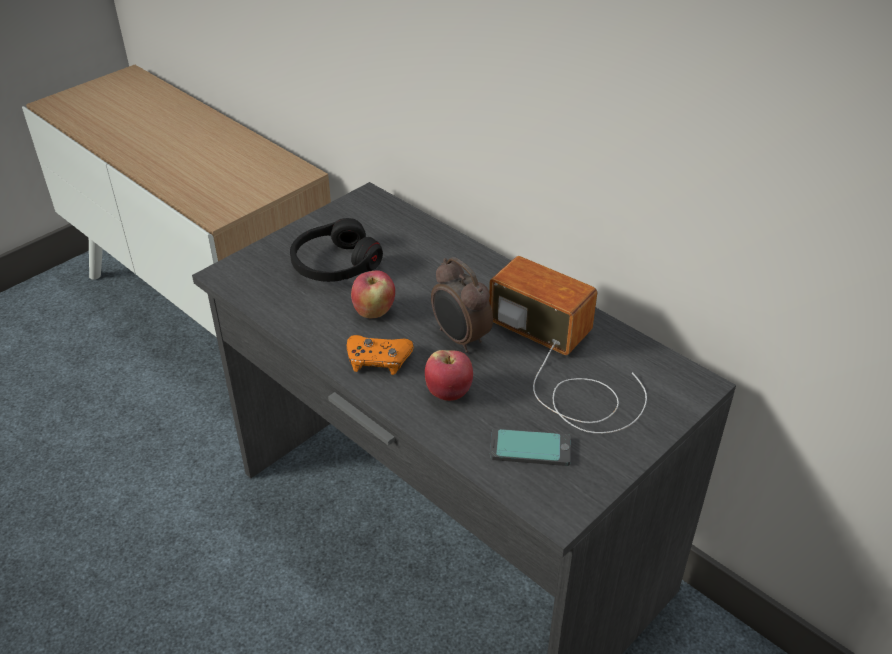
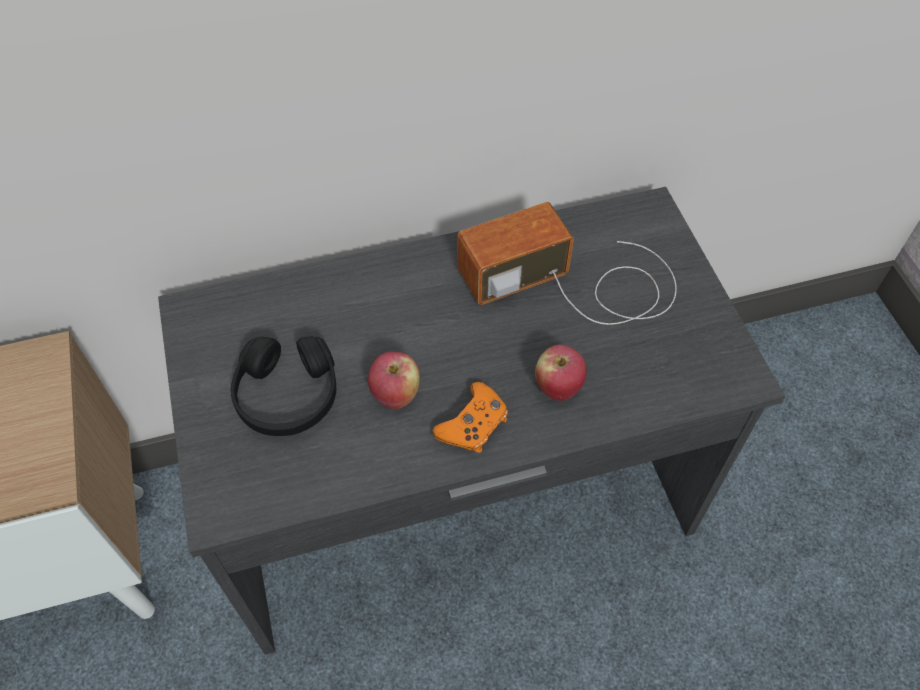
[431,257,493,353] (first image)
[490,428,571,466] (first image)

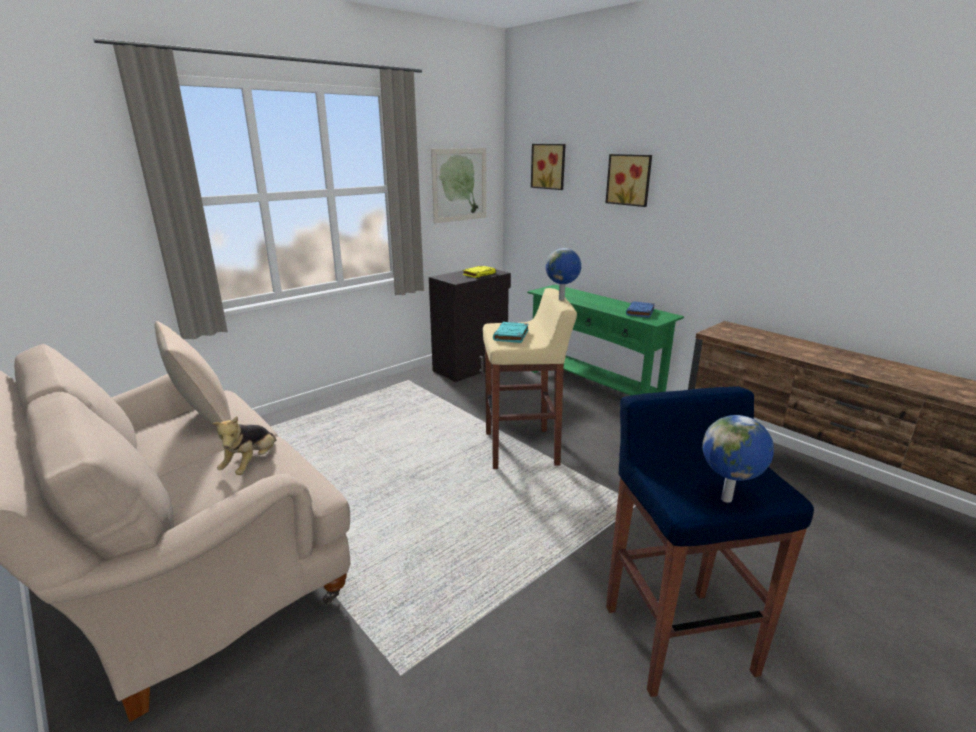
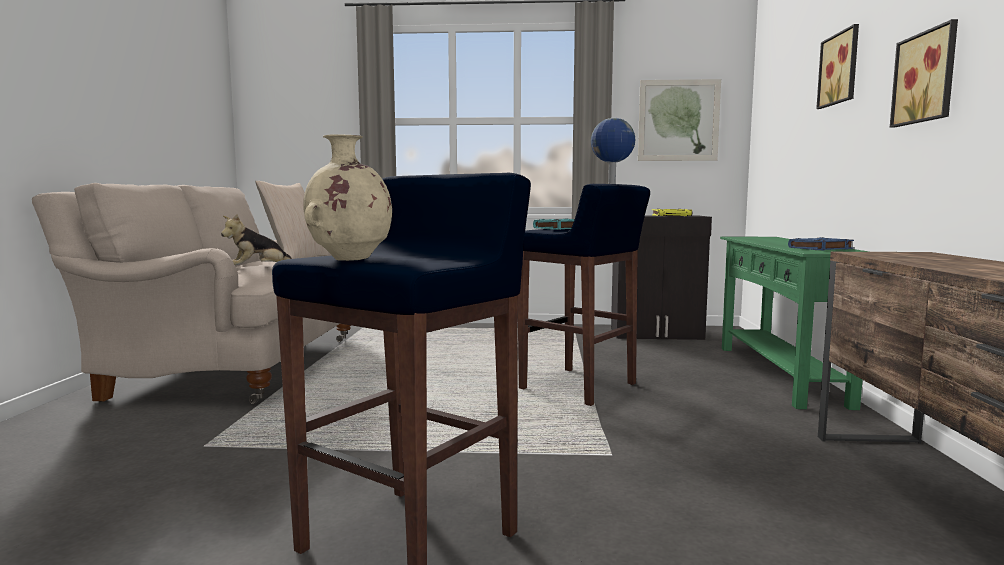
[890,19,958,128]
[303,134,392,261]
[518,184,650,406]

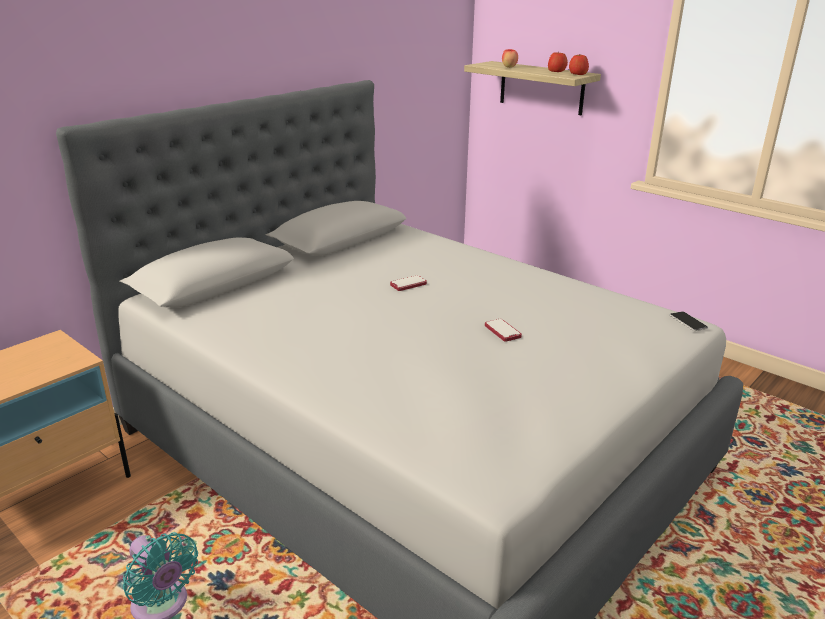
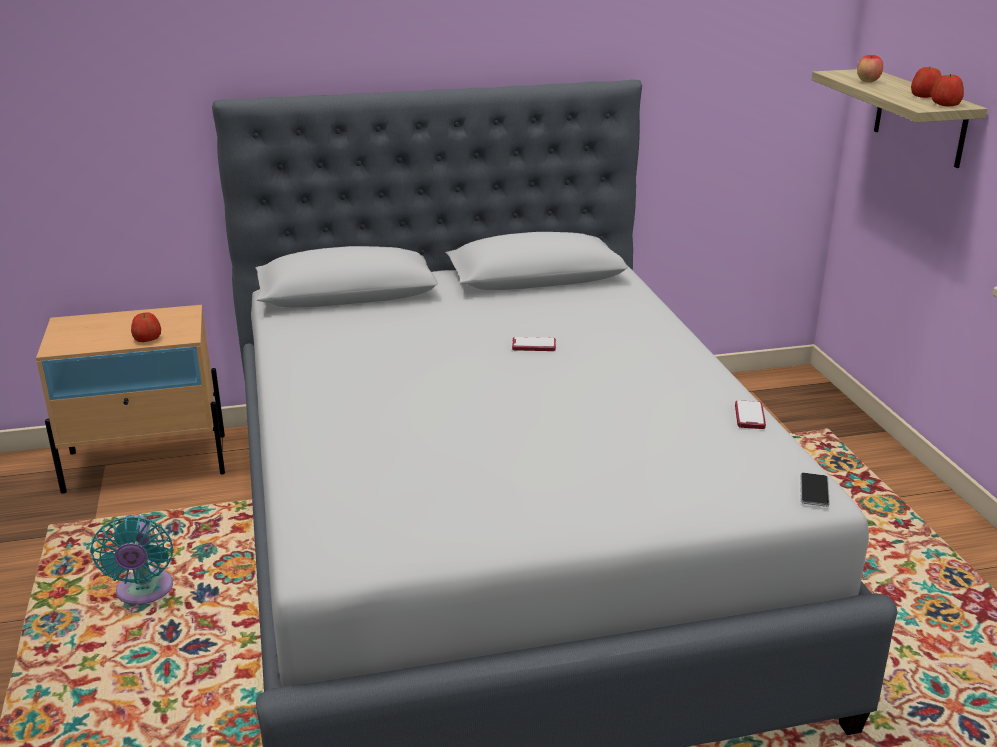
[131,312,161,342]
[735,400,766,429]

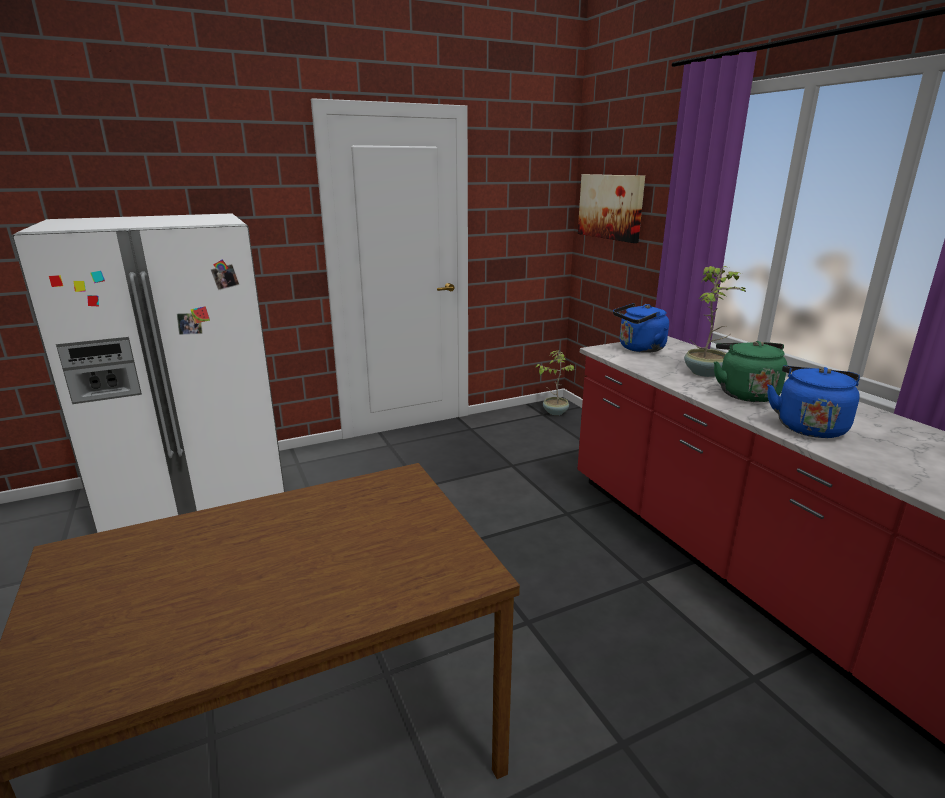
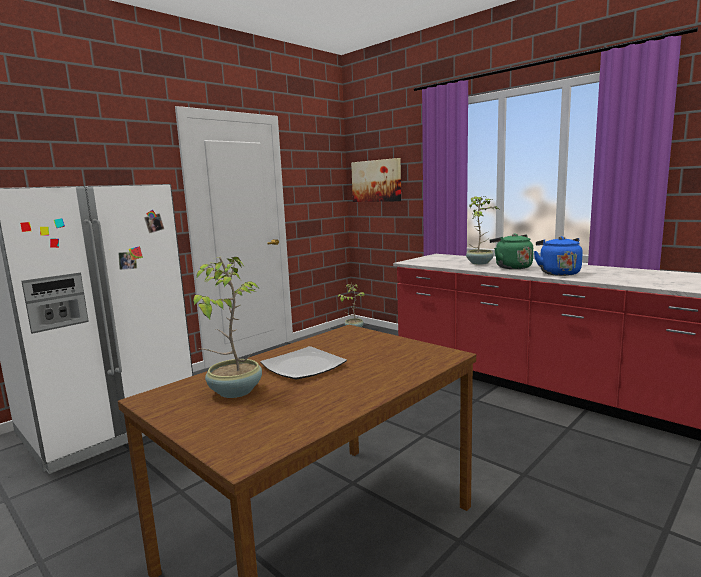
[613,303,669,353] (first image)
[193,257,262,398]
[260,346,347,379]

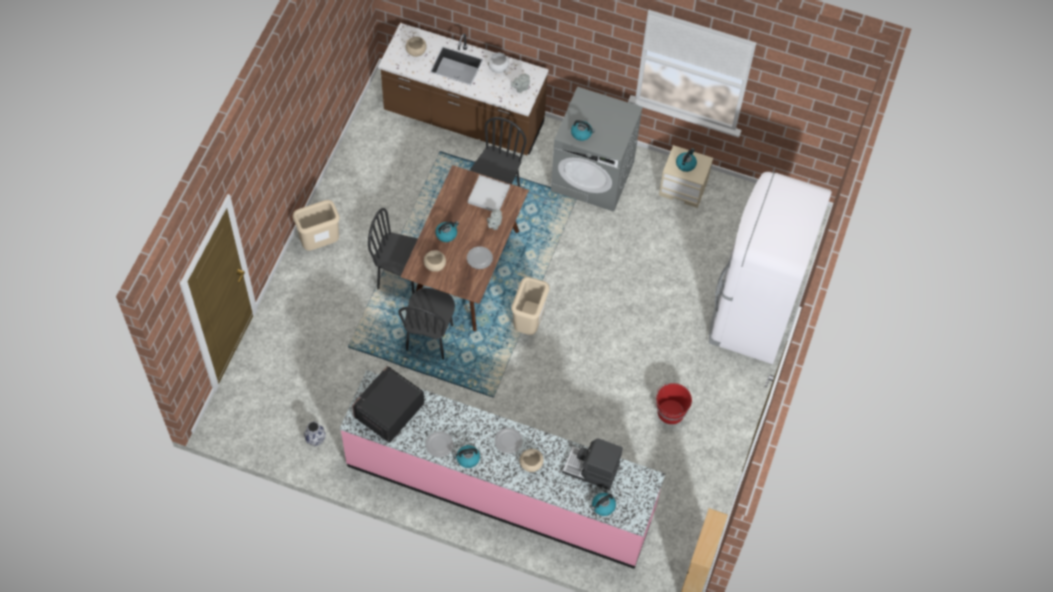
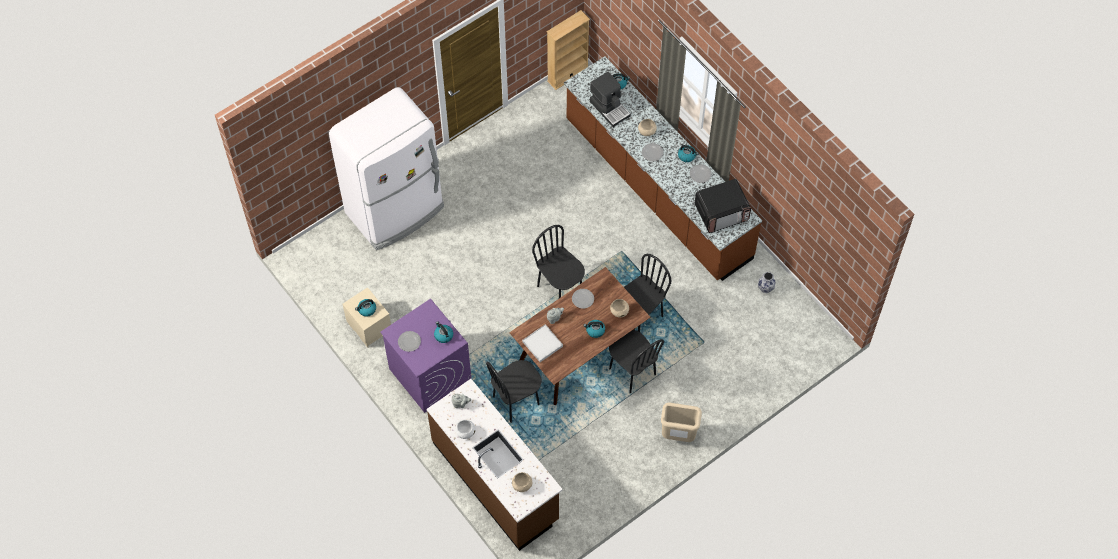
[655,383,692,424] (first image)
[398,331,421,352]
[532,225,585,298]
[564,56,762,281]
[380,299,471,413]

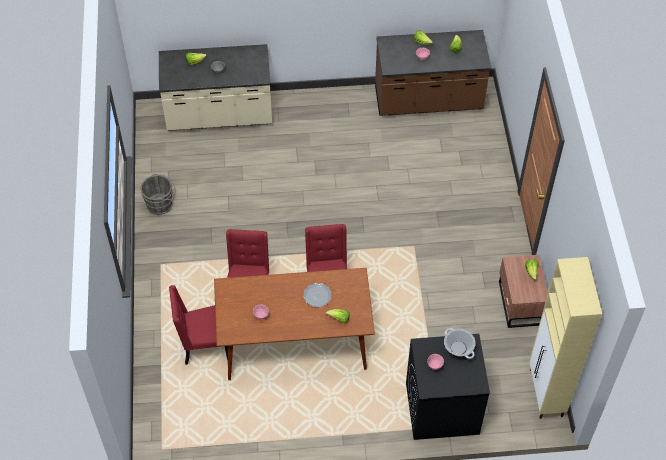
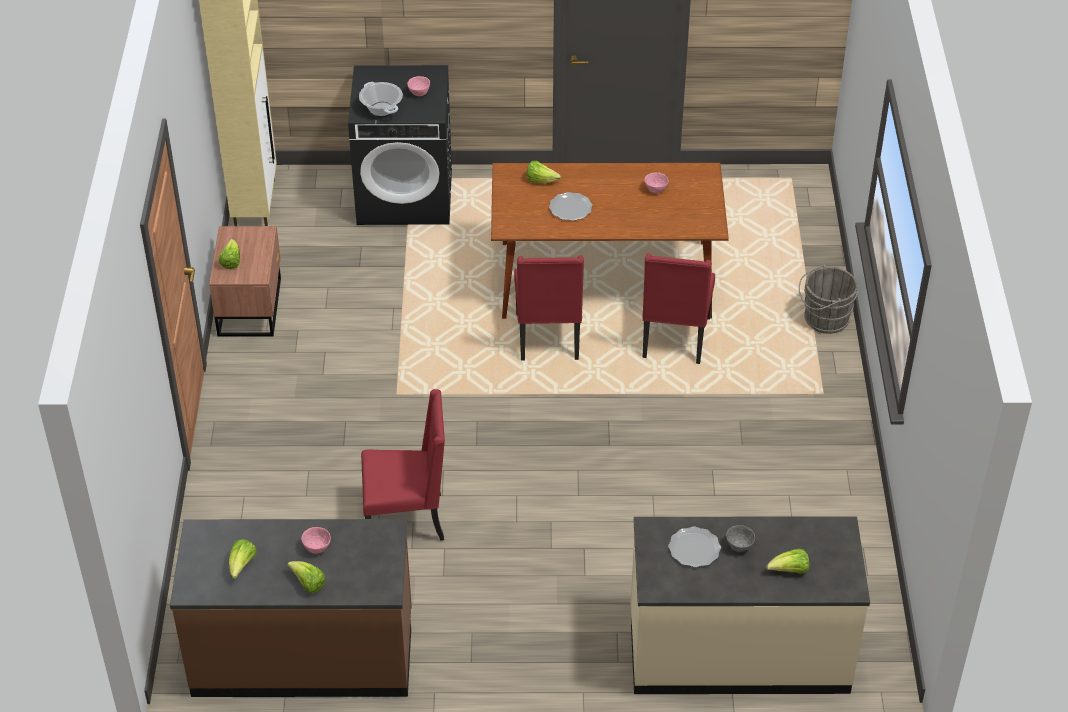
[668,527,721,568]
[799,265,858,334]
[361,389,445,541]

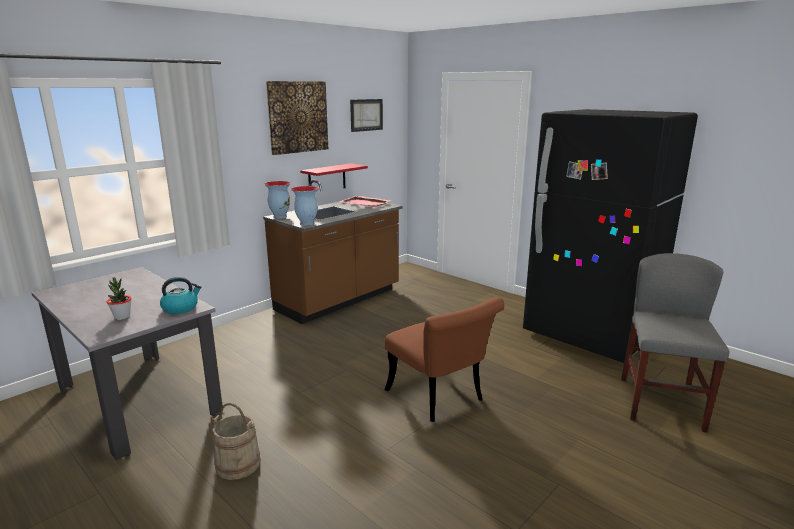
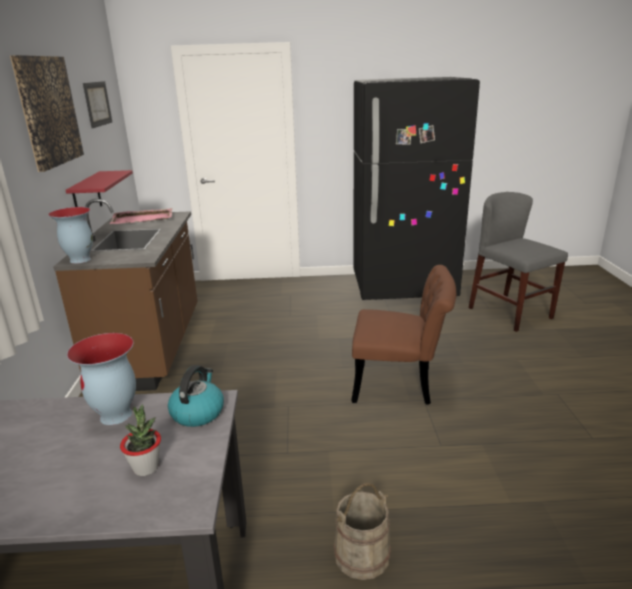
[67,333,136,425]

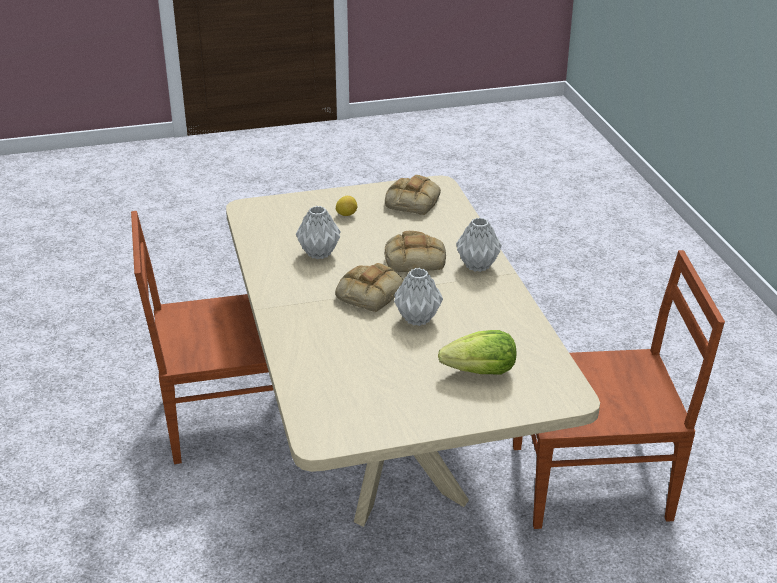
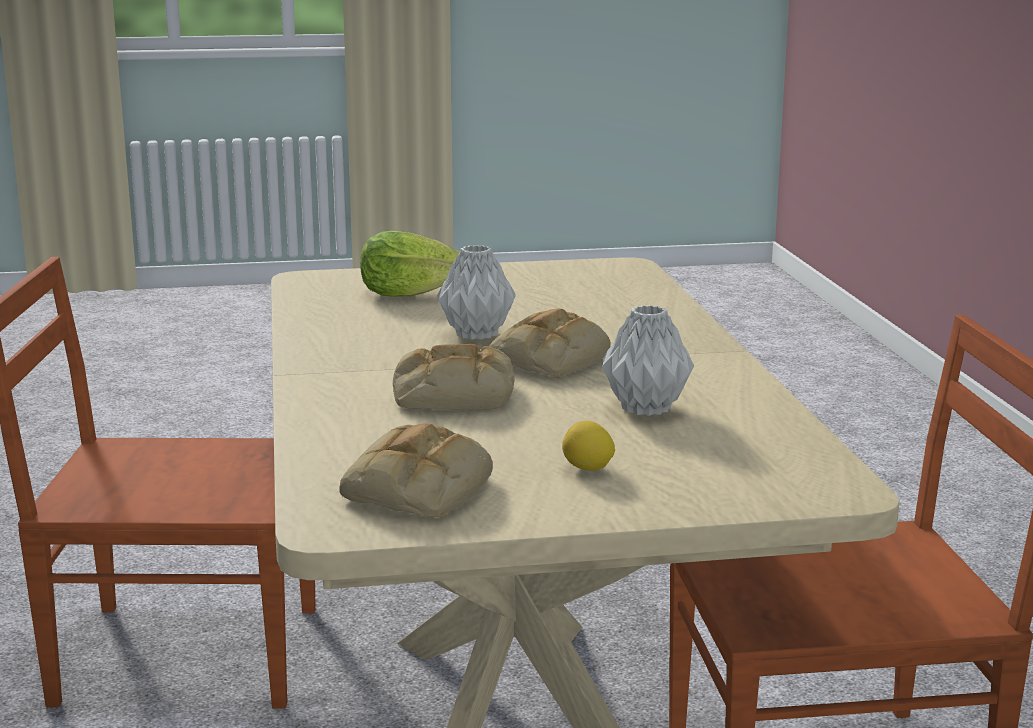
[456,218,502,272] (first image)

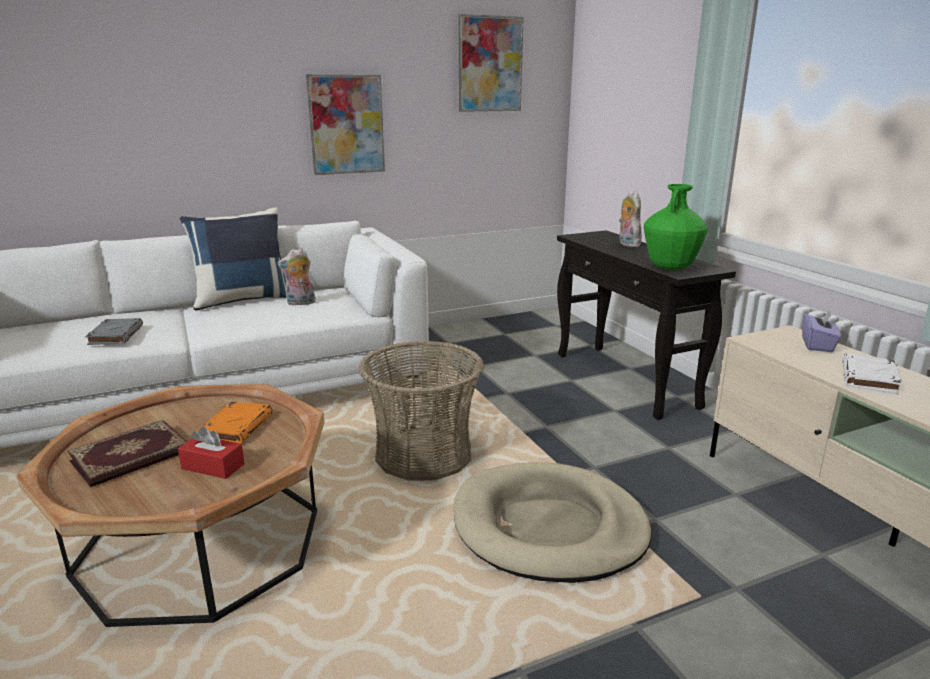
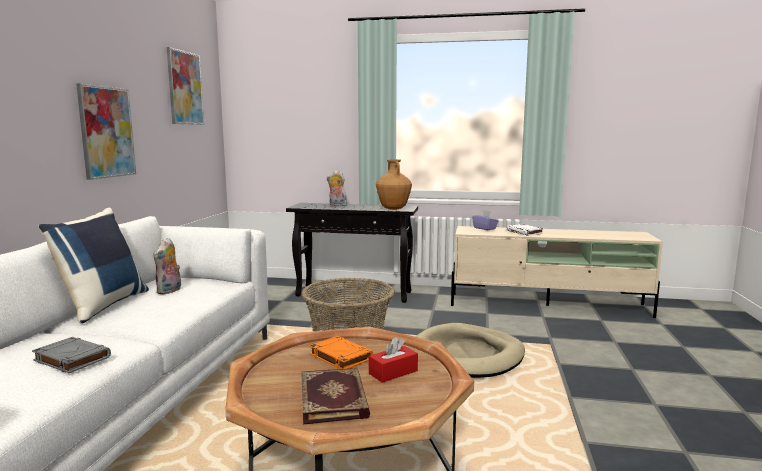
[376,159,412,210]

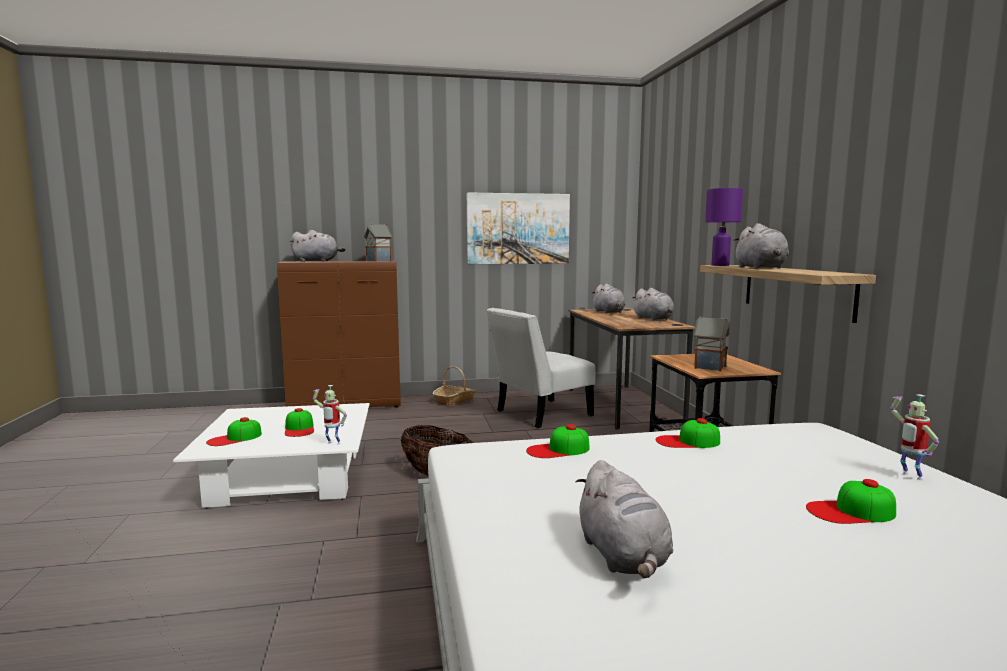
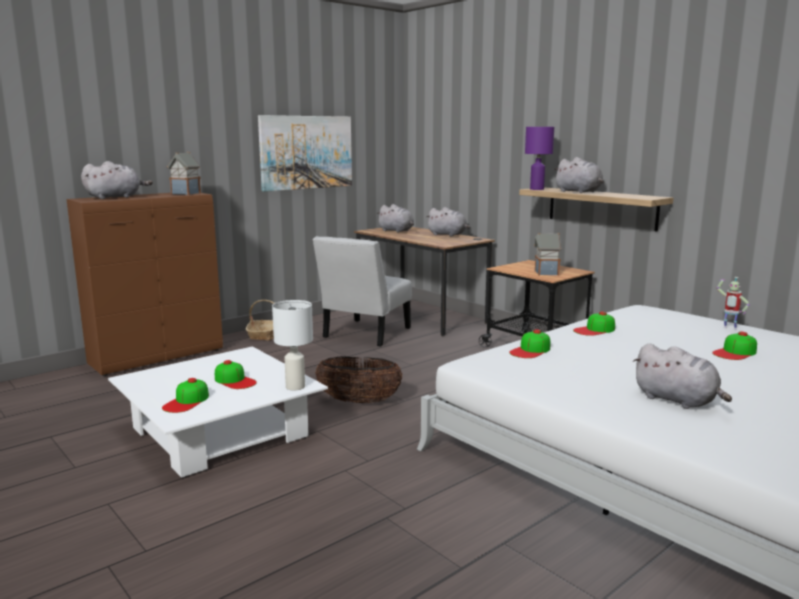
[272,300,313,390]

